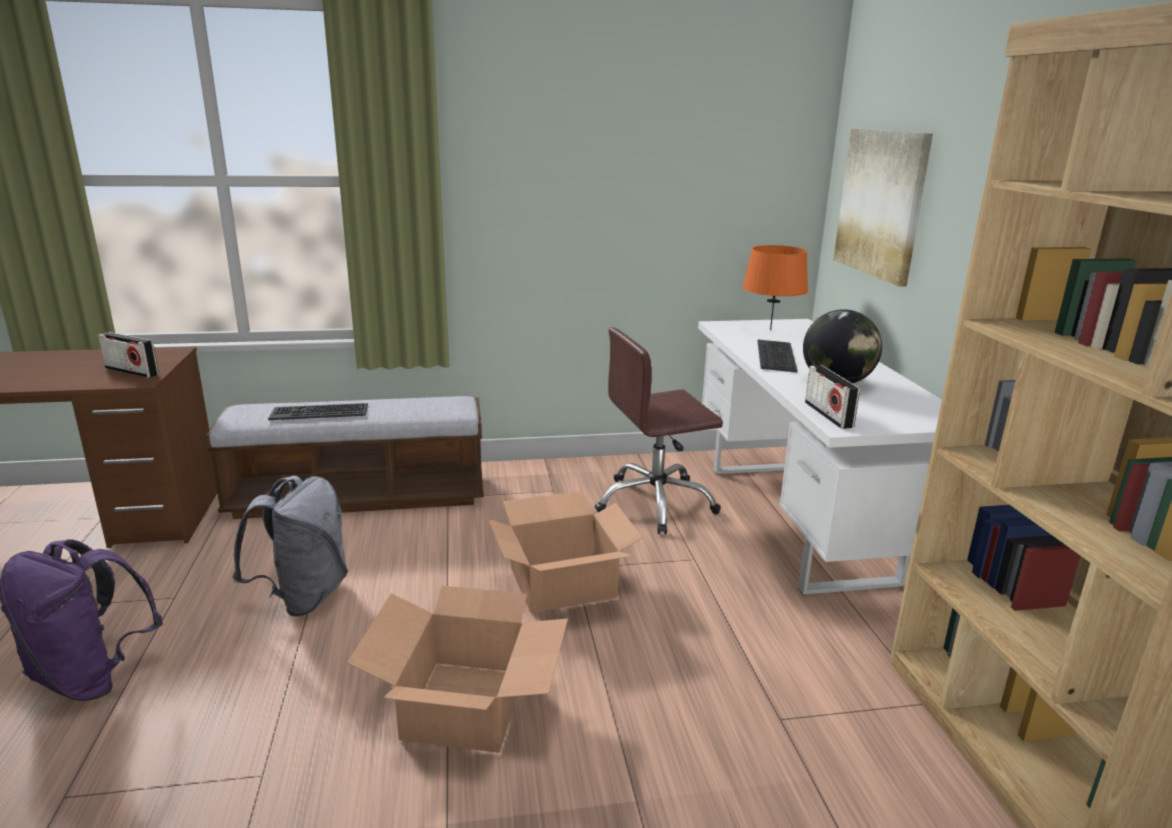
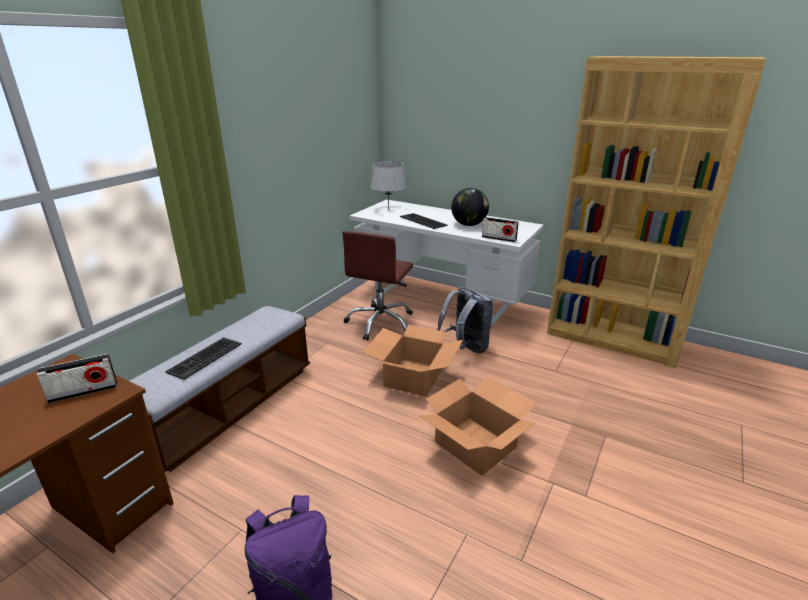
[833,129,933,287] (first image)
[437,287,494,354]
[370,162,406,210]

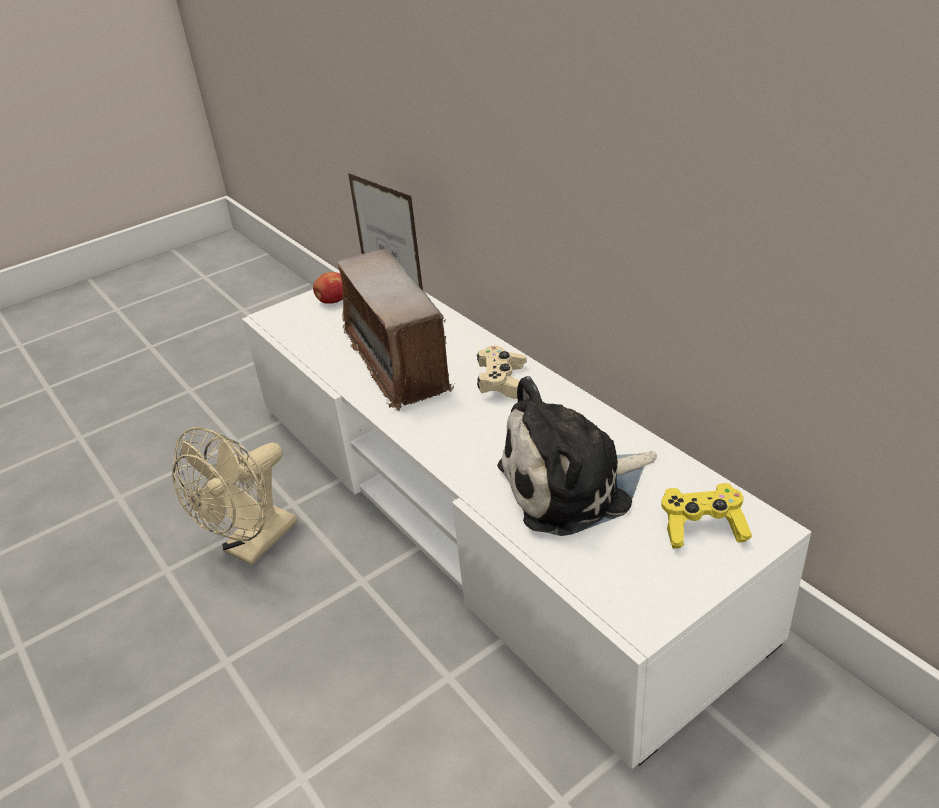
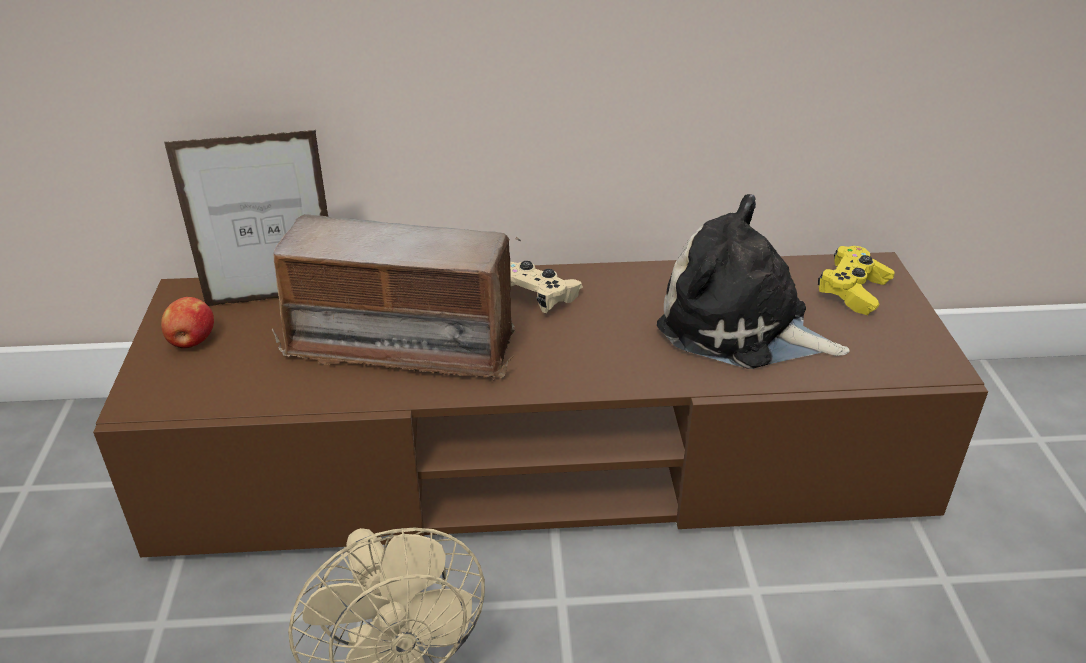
[93,252,988,557]
[657,194,850,369]

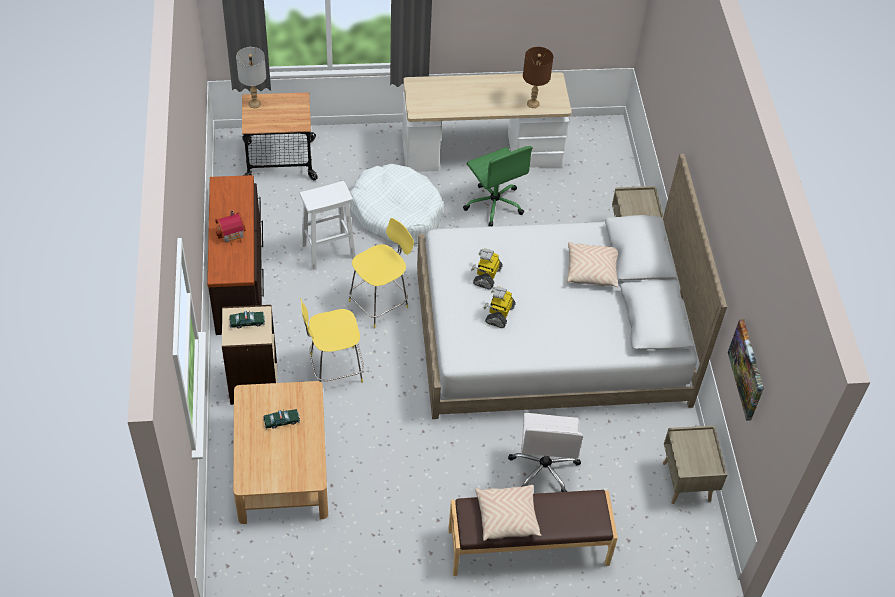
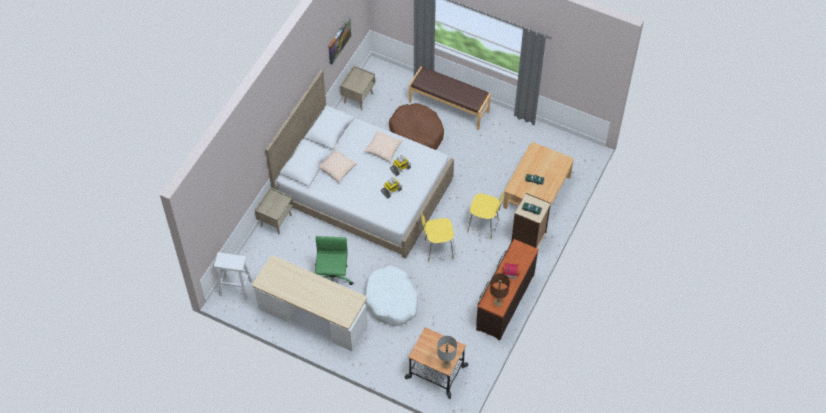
[214,252,252,300]
[364,130,403,162]
[490,273,510,306]
[389,103,444,150]

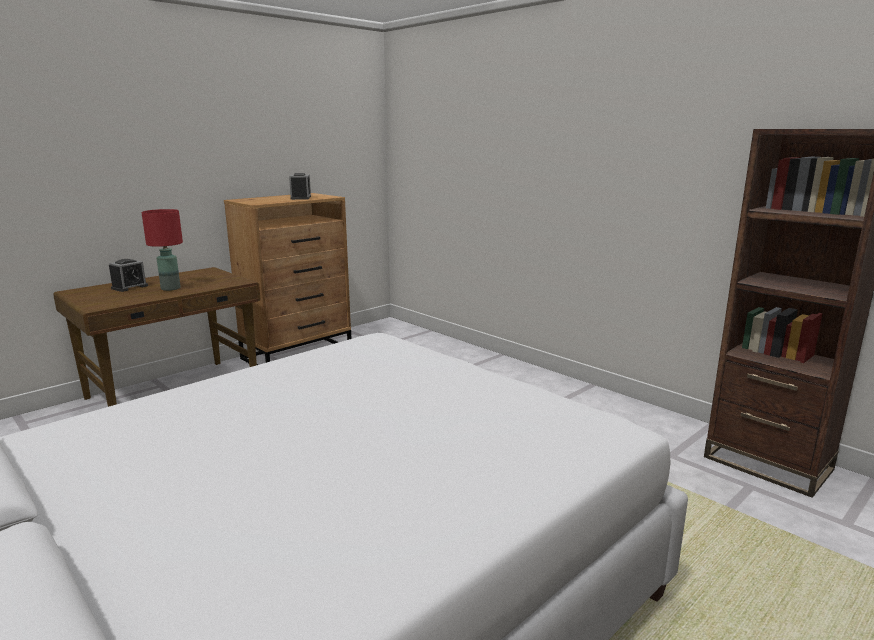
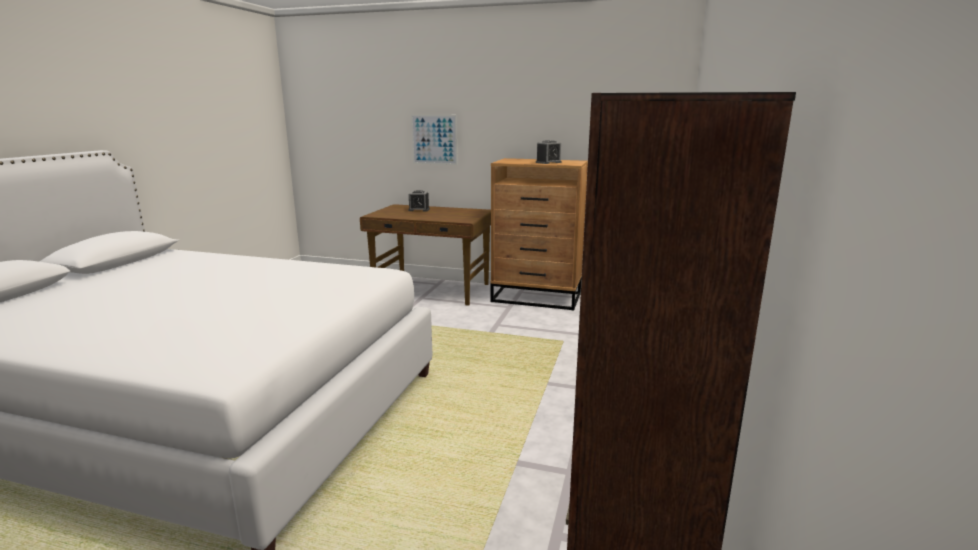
[141,209,183,291] (first image)
[411,115,458,165]

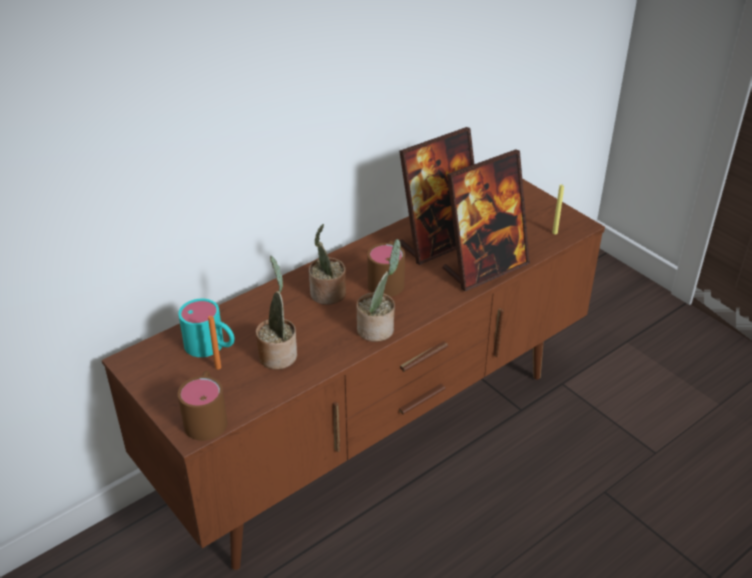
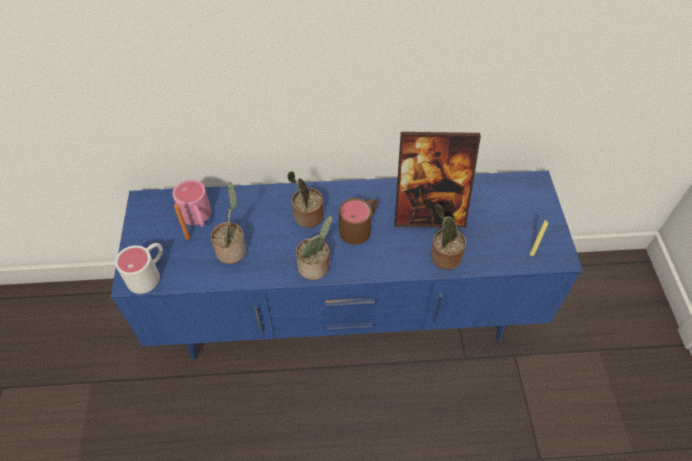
[430,204,466,270]
[111,170,583,360]
[173,180,211,227]
[115,243,163,294]

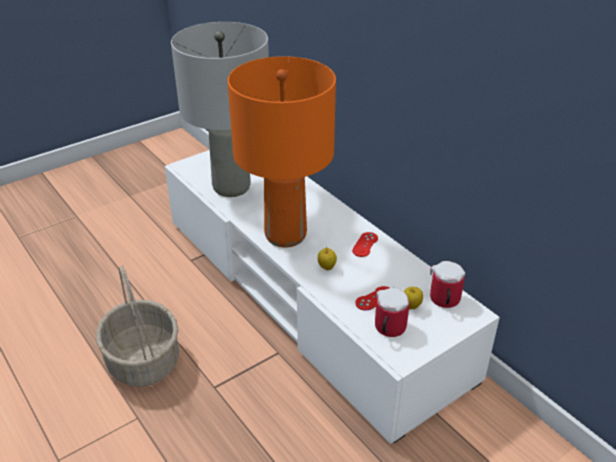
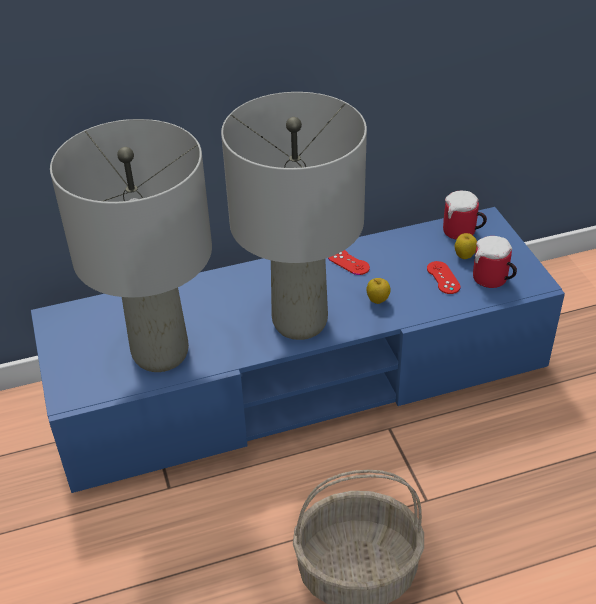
[31,207,565,493]
[221,92,367,340]

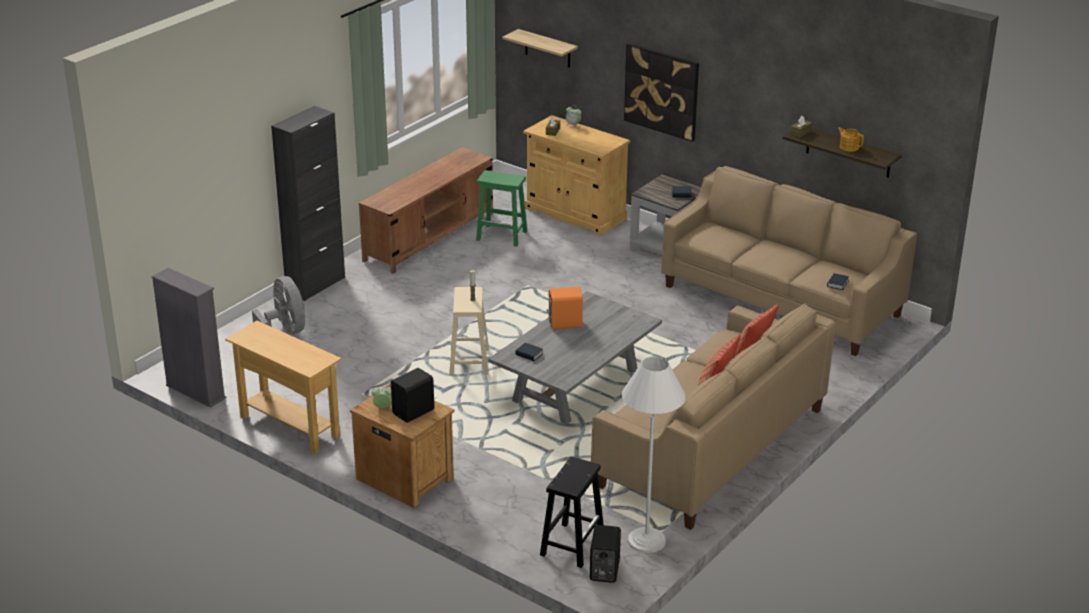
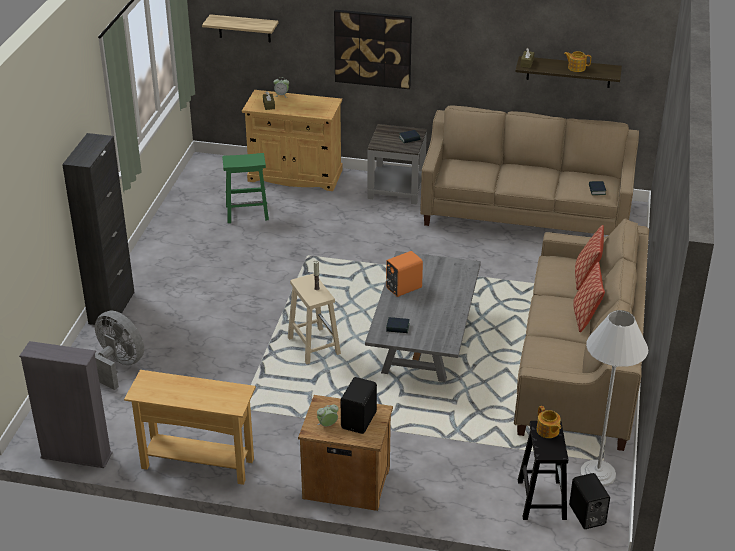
[359,147,493,274] (first image)
[537,406,561,438]

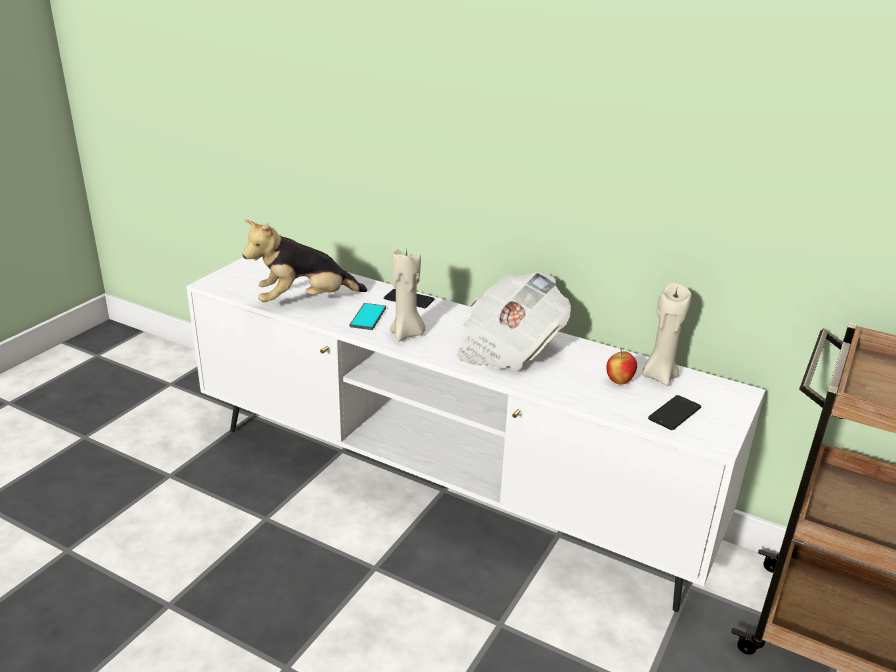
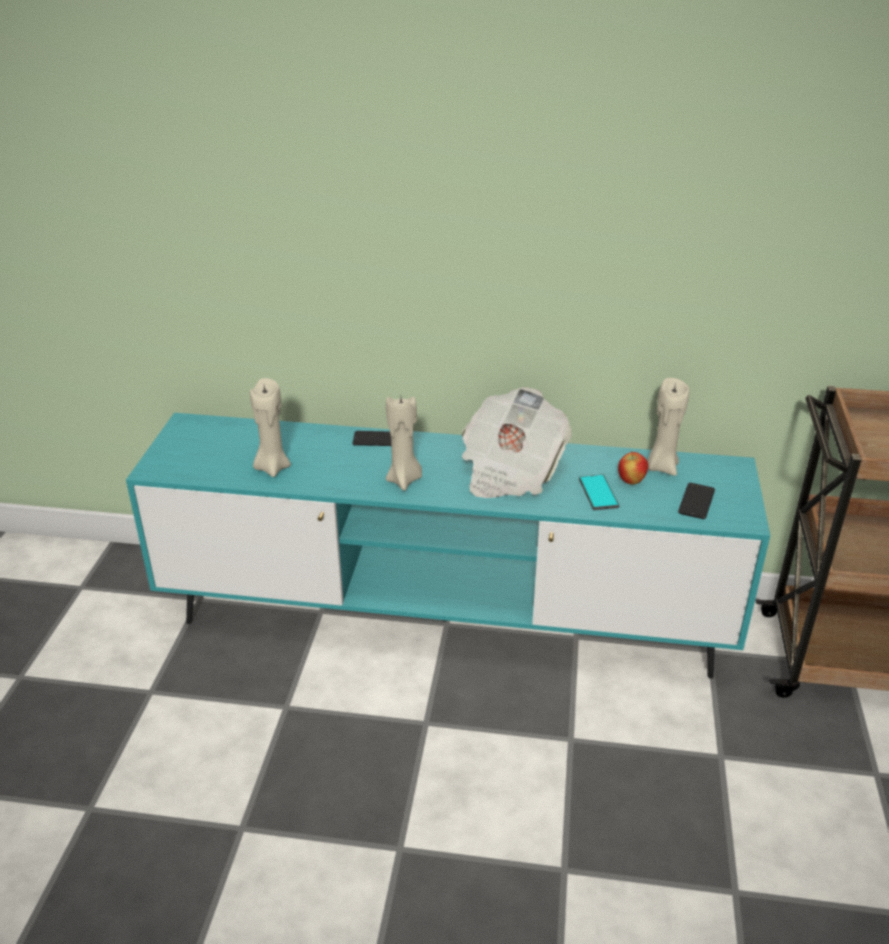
[579,475,619,510]
[250,378,291,477]
[126,413,770,679]

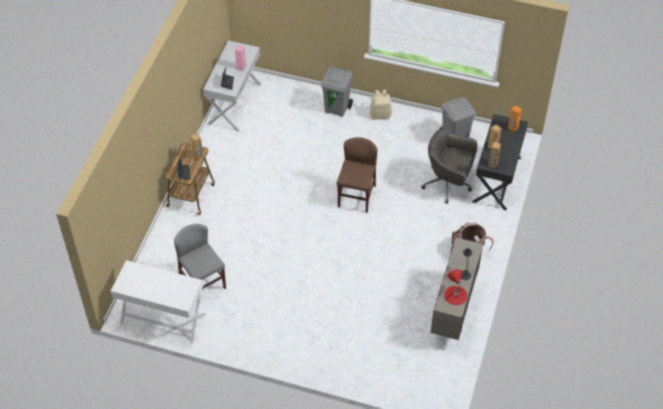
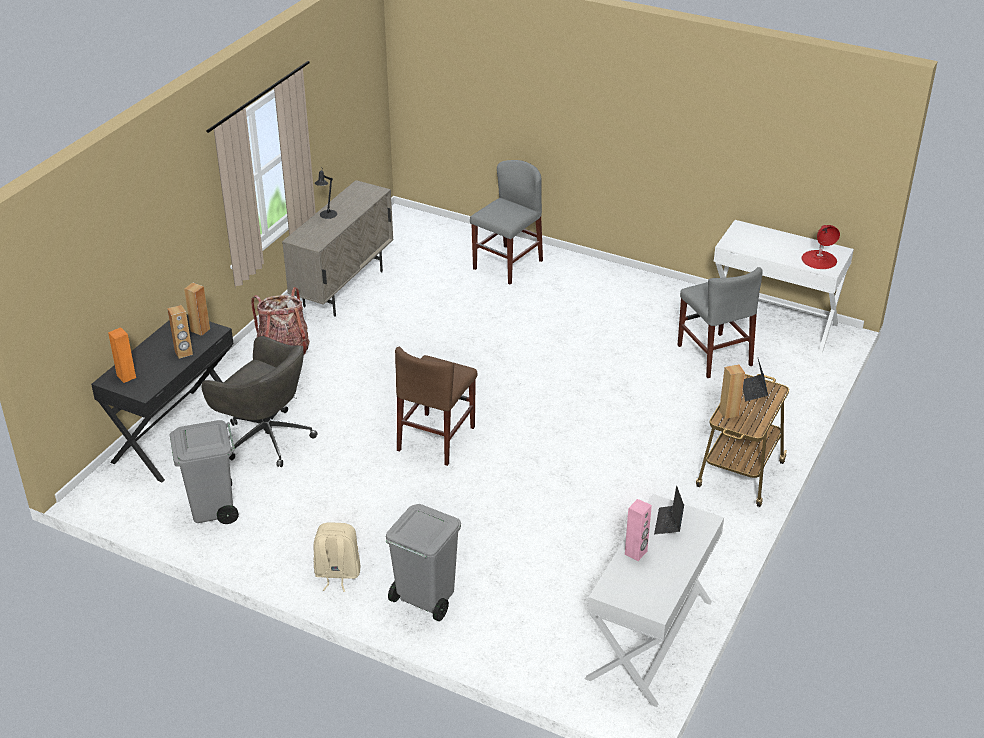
[470,160,543,284]
[801,225,840,269]

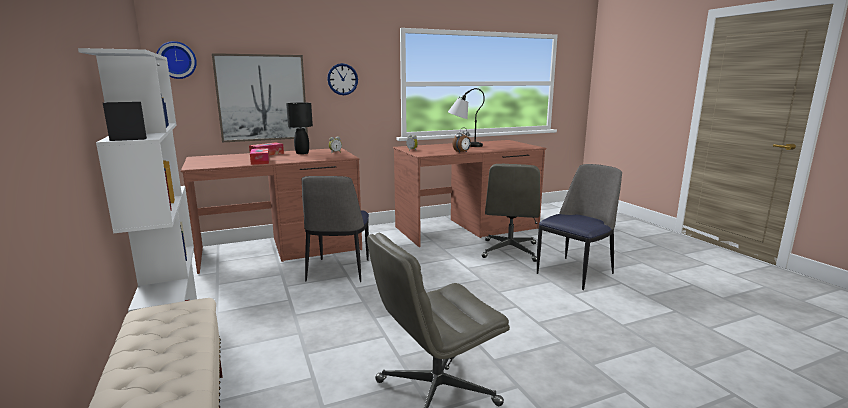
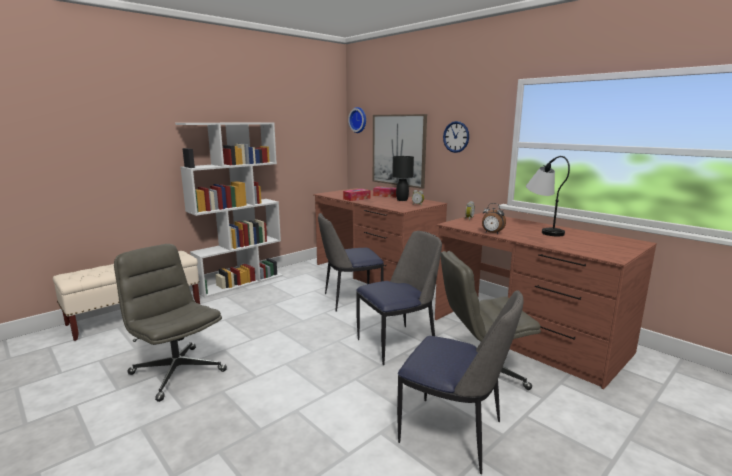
[356,231,442,365]

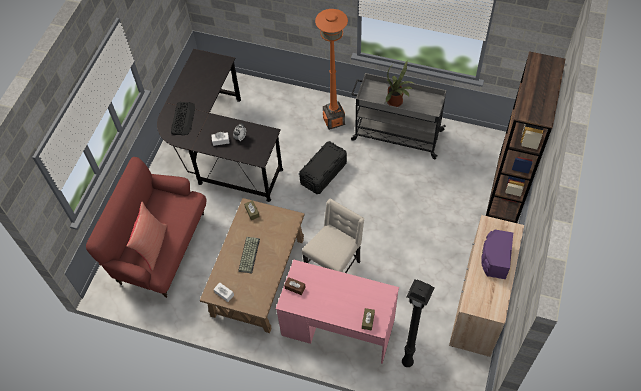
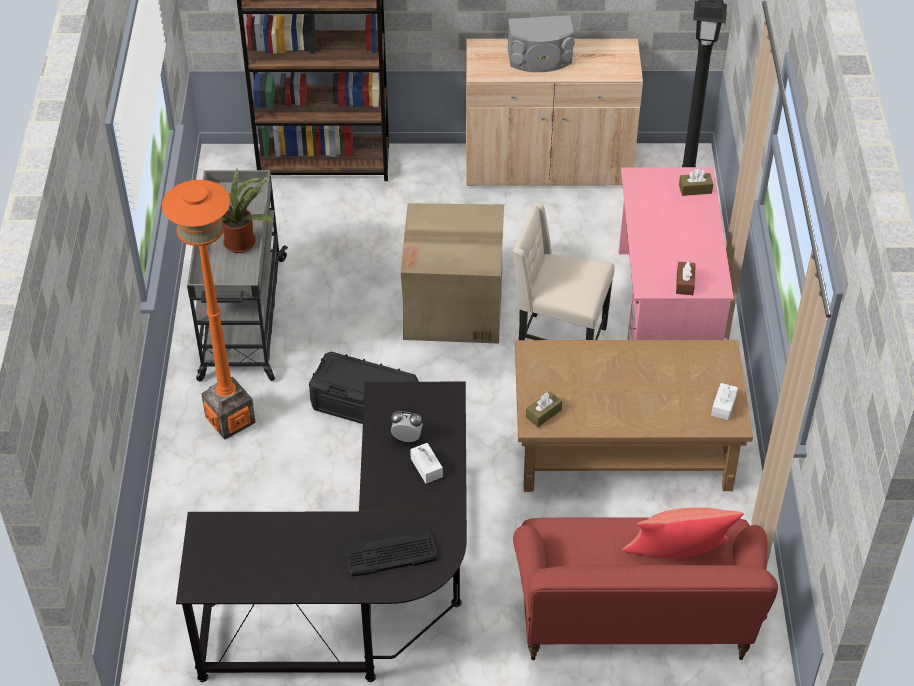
[238,237,260,273] (first image)
[401,203,504,344]
[508,15,575,72]

